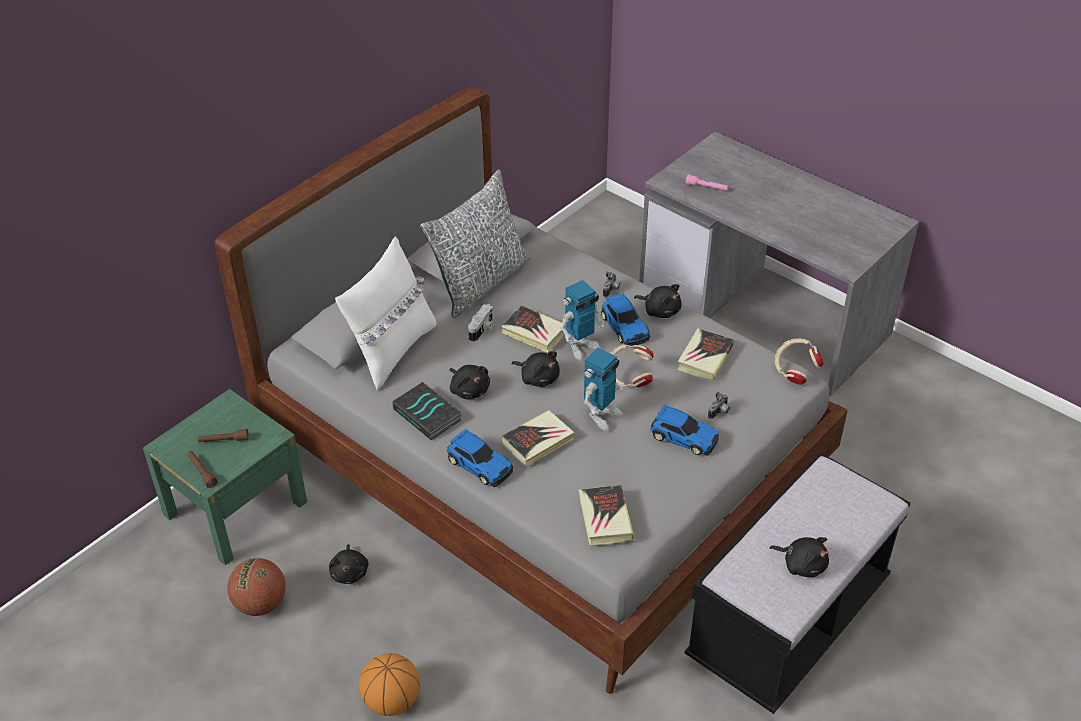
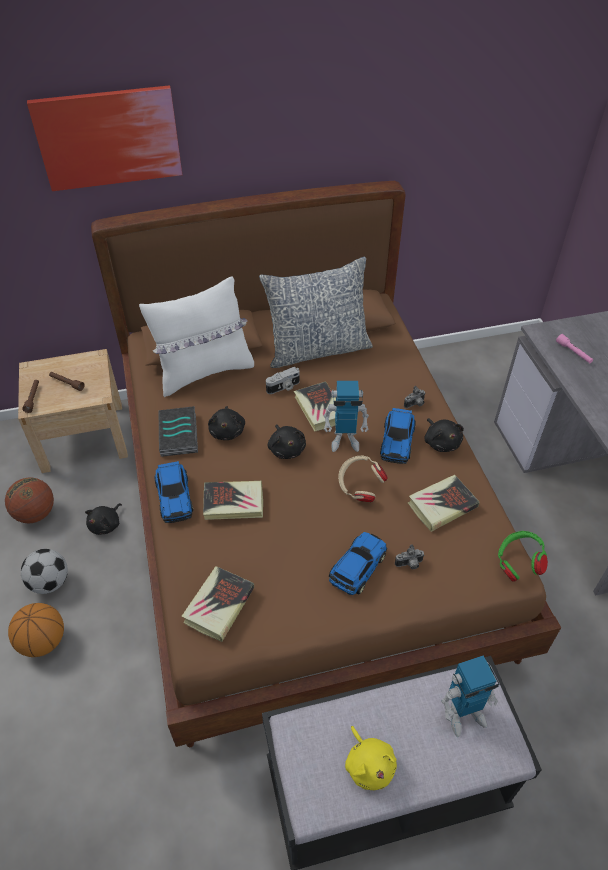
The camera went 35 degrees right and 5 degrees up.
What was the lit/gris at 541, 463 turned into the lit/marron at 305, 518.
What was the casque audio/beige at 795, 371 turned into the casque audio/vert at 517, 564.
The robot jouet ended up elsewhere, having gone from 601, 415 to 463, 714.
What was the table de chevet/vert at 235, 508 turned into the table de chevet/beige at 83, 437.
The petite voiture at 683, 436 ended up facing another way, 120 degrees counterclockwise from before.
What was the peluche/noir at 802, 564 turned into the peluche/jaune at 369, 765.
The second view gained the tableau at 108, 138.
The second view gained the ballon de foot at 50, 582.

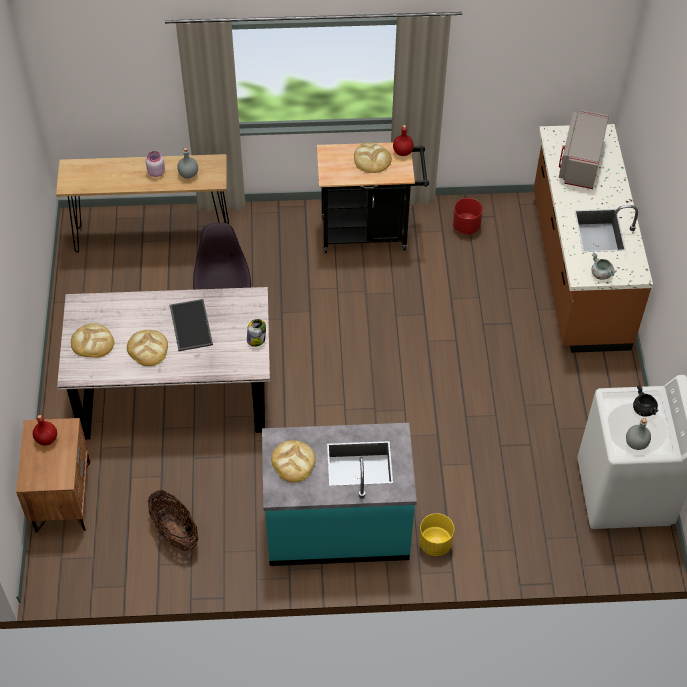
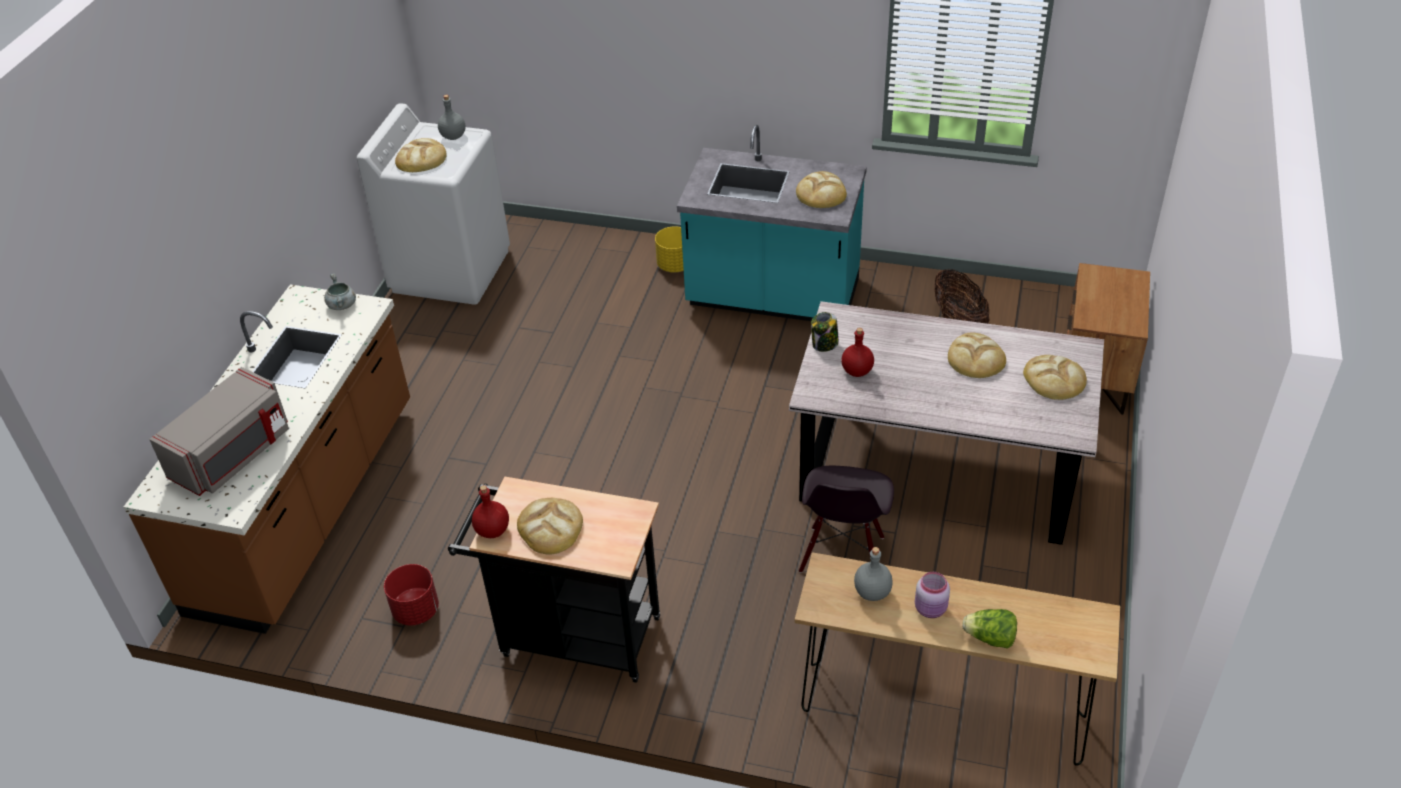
The camera went 160 degrees left and 10 degrees down.
The second view lost the plateau at 190, 325.
Where the marmite/noir stood at 643, 409, the pain came to stand at 421, 159.
The bouteille/rouge ended up elsewhere, having gone from 46, 439 to 857, 371.
The second view gained the laitue at 990, 638.

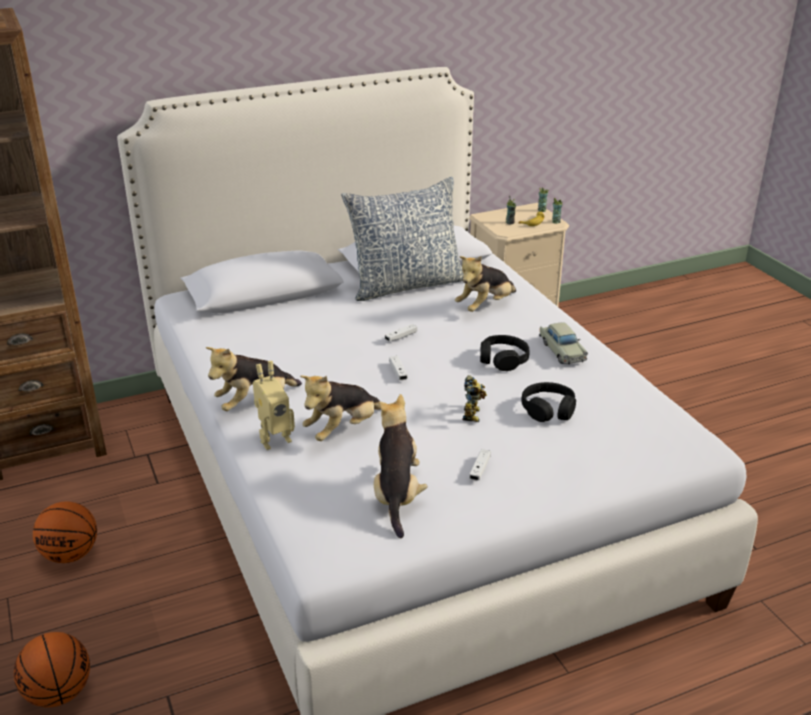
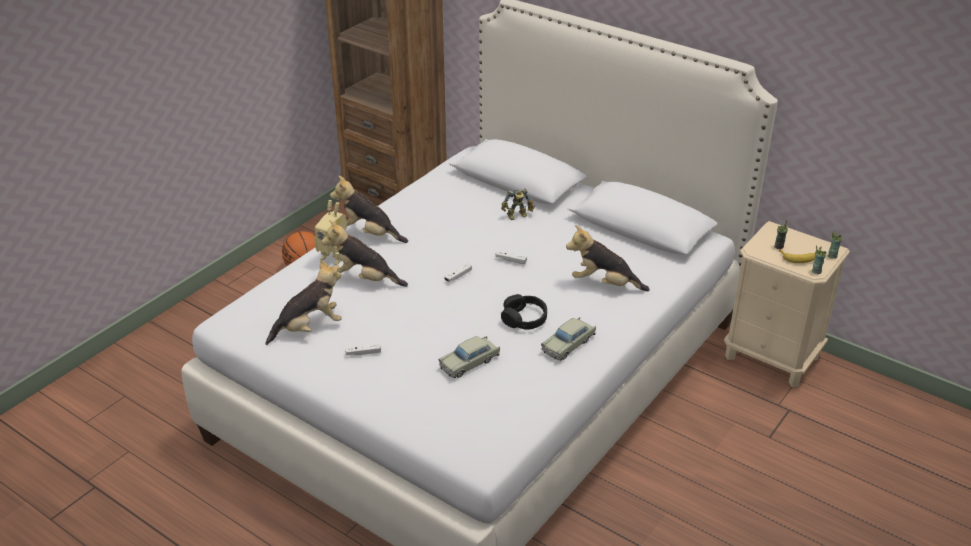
The camera went 60 degrees right and 5 degrees up.
The second view lost the coussin at 406, 285.
The robot jouet ended up elsewhere, having gone from 473, 414 to 518, 216.
Where the casque audio/noir stood at 548, 409, the petite voiture/beige came to stand at 469, 363.
The second view lost the ballon de basket at 58, 693.

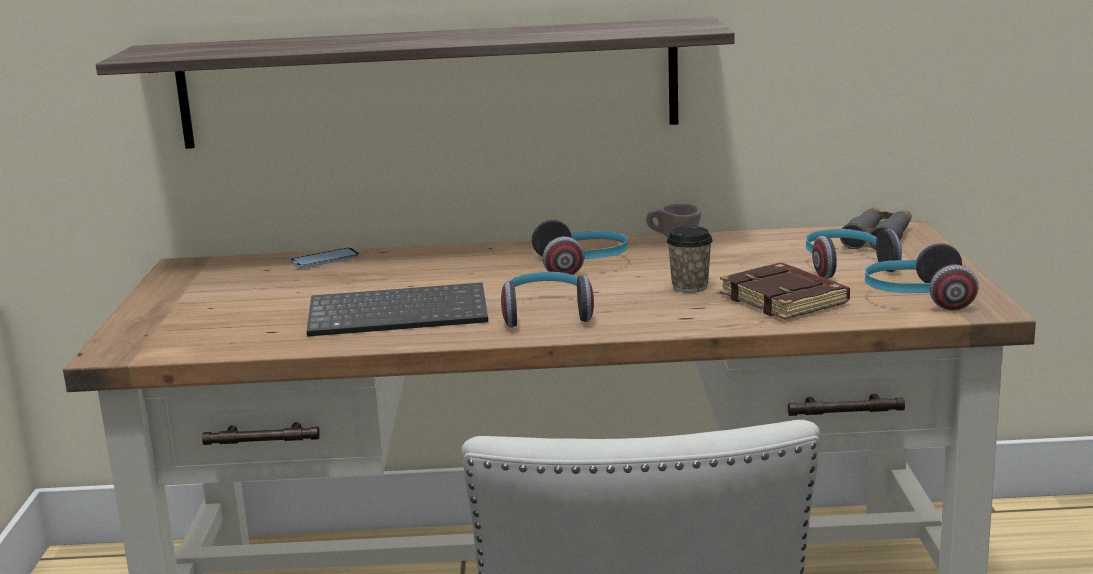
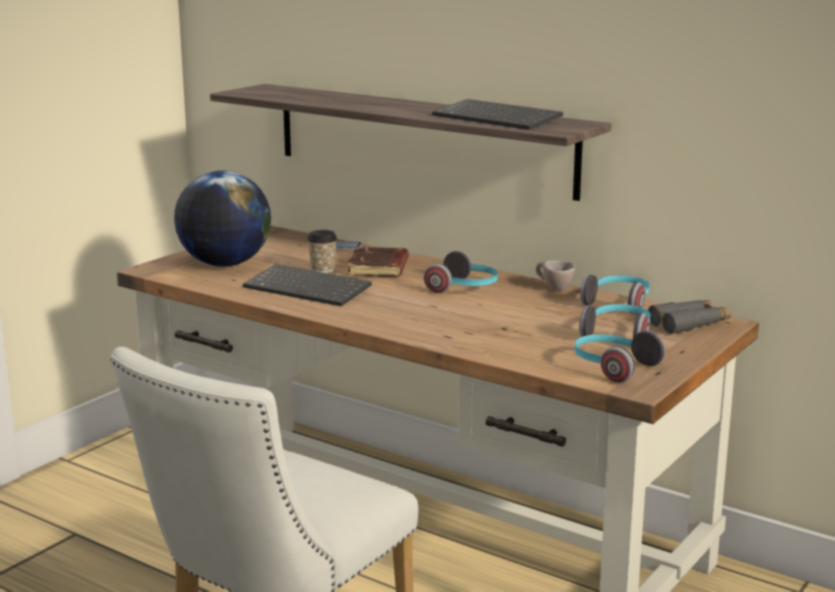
The camera went 35 degrees right and 0 degrees up.
The tasse ended up elsewhere, having gone from 690, 287 to 323, 270.
The livre/marron ended up elsewhere, having gone from 786, 300 to 379, 268.
The casque audio ended up elsewhere, having gone from 546, 313 to 619, 303.
The second view gained the clavier at 499, 118.
The second view gained the globe at 225, 264.

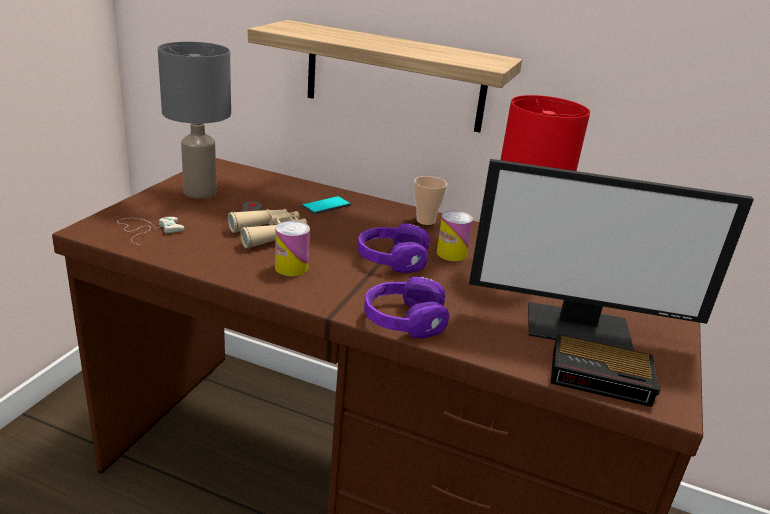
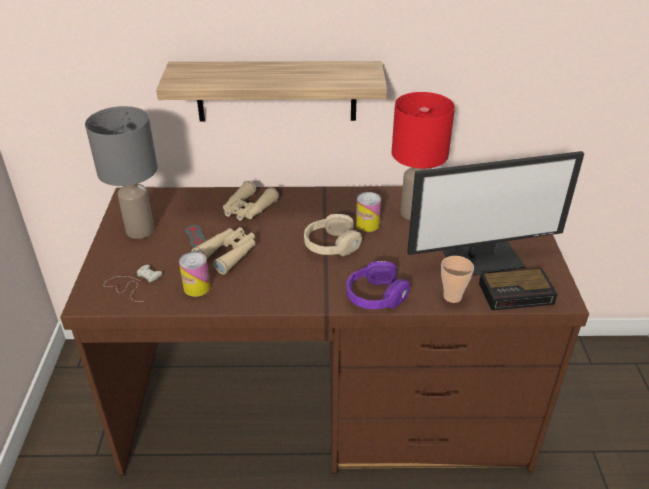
The camera went 20 degrees left and 10 degrees up.
The tasse ended up elsewhere, having gone from 425, 221 to 452, 297.
Where the téléphone stood at 326, 206, the jumelles/beige came to stand at 248, 209.
The boîte métallique ended up elsewhere, having gone from 291, 267 to 197, 287.
What was the casque audio/violet at 391, 259 turned into the casque audio/beige at 331, 245.

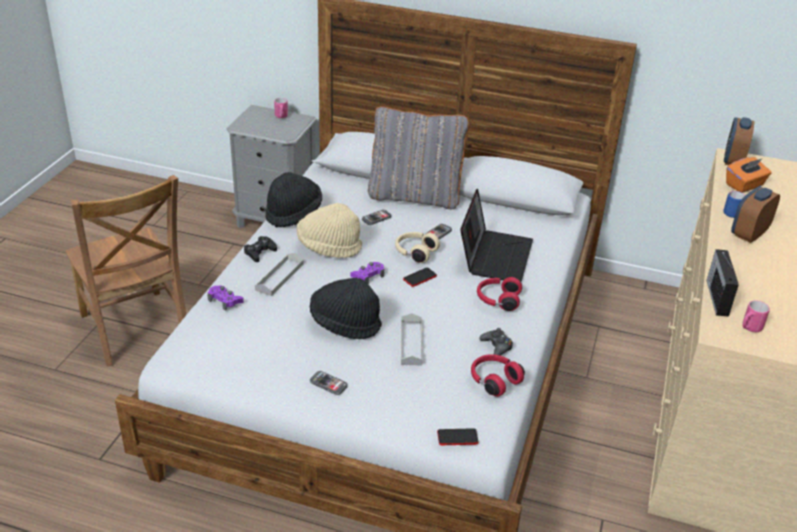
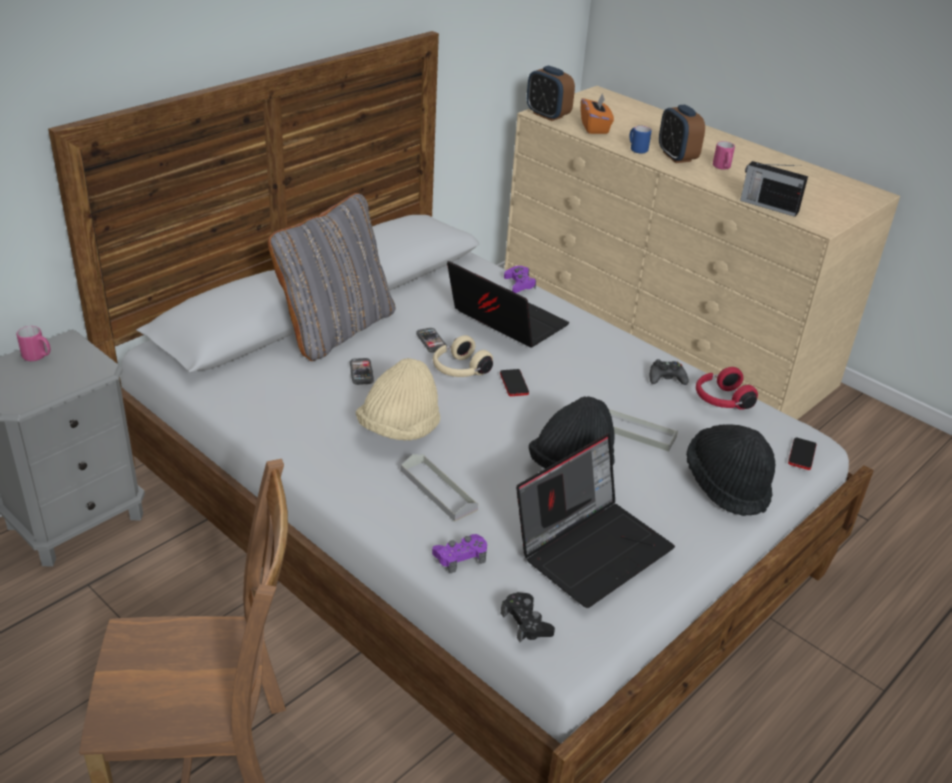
The camera went 65 degrees left and 0 degrees up.
The chapeau/noir ended up elsewhere, having gone from 293, 213 to 727, 485.
The manette/noir ended up elsewhere, having gone from 260, 252 to 526, 622.
The manette/violet ended up elsewhere, having gone from 368, 276 to 519, 284.
The second view lost the casque audio/rouge at 497, 300.
The mug/rose ended up elsewhere, having gone from 749, 328 to 722, 168.
The second view lost the téléphone at 328, 384.
The second view gained the ordinateur portable at 592, 547.

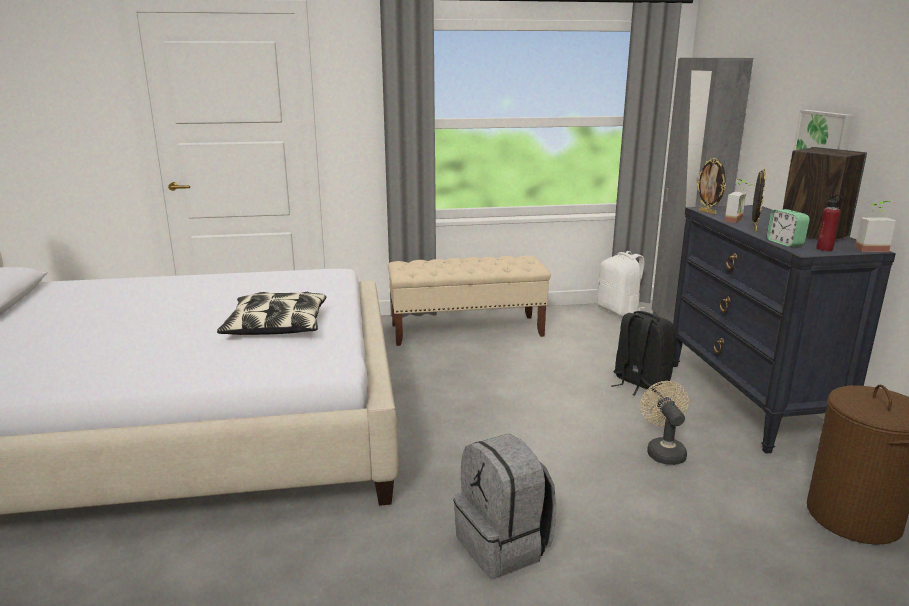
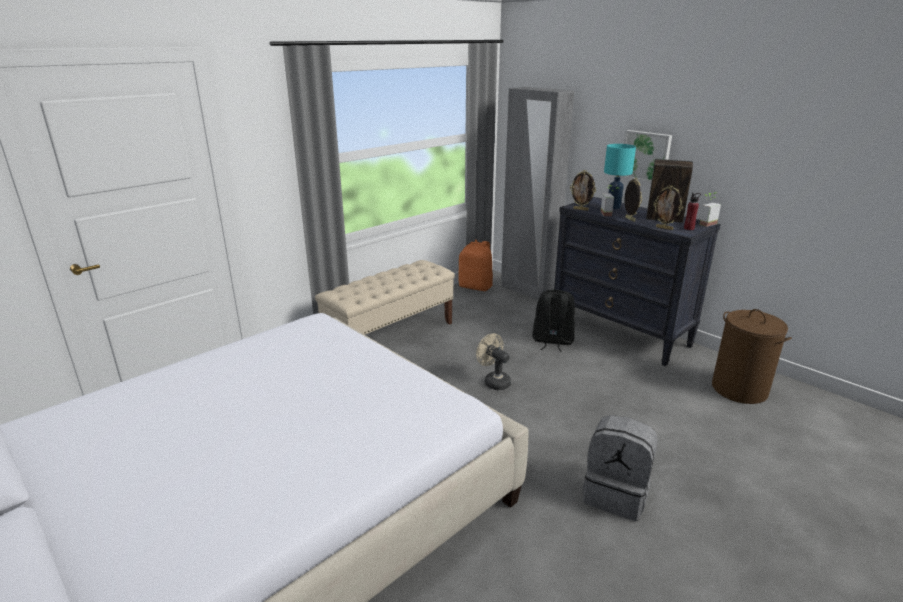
The camera went 35 degrees left and 5 degrees up.
Where the réveil stood at 785, 243, the cadre photo came to stand at 664, 228.
What was the sac à dos/blanc at 619, 311 turned into the sac à dos/orange at 476, 287.
The second view lost the coussin at 276, 326.
The ventilateur/beige ended up elsewhere, having gone from 663, 451 to 494, 381.
The second view gained the lampe de table/turquoise at 614, 207.

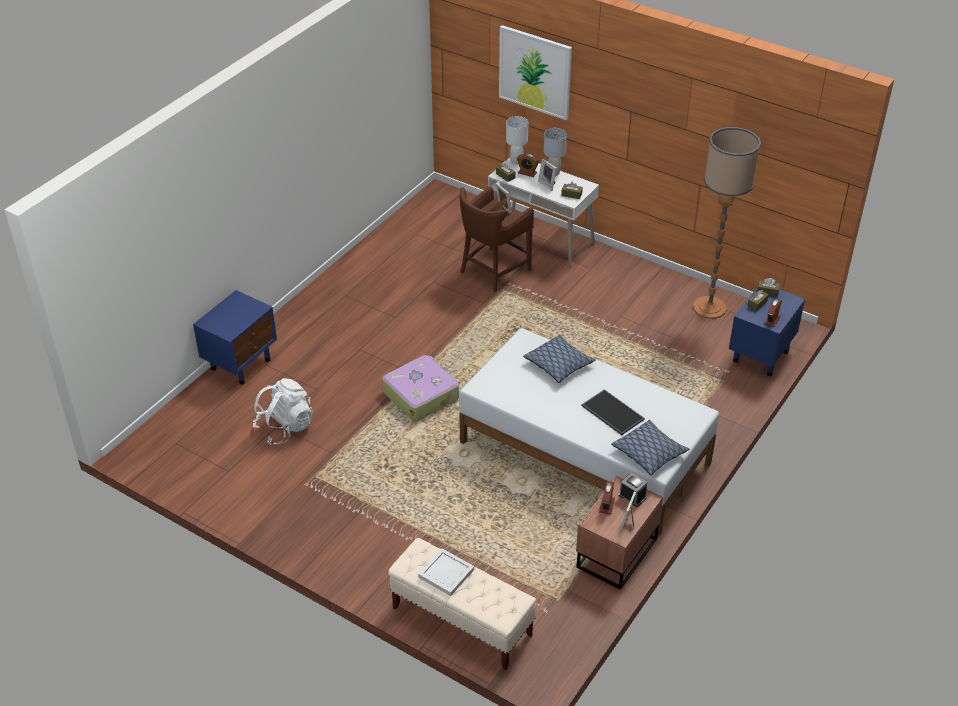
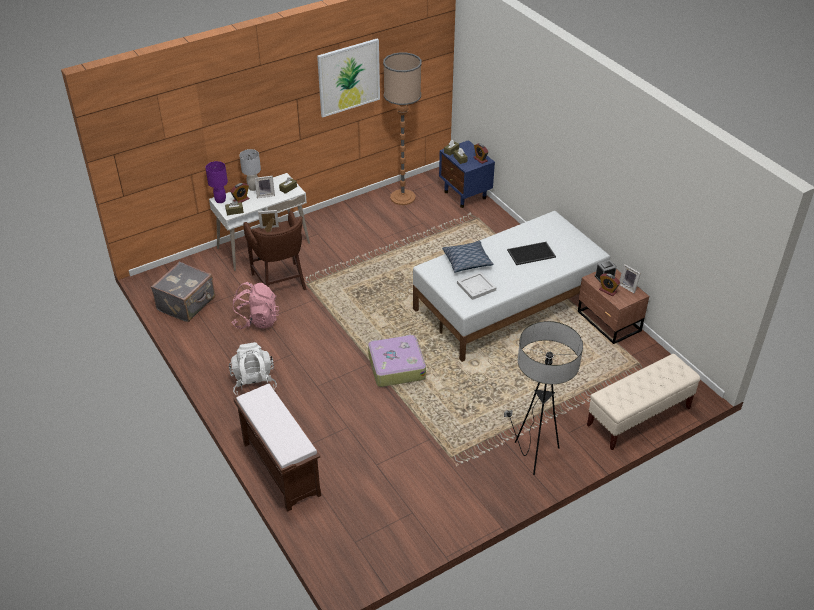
The camera went 65 degrees left and 0 degrees up.
The tableau ended up elsewhere, having gone from 535, 72 to 348, 77.
What was the lampe de table/blanc at 516, 161 turned into the lampe de table/violet at 220, 200.
Where the table de chevet/bleu stood at 241, 364, the banc/marron came to stand at 280, 468.
The sac à dos/blanc ended up elsewhere, having gone from 285, 428 to 254, 384.
The second view lost the coussin at 649, 453.
The plateau/blanc ended up elsewhere, having gone from 446, 574 to 477, 287.
The second view gained the valise/gris at 187, 304.
The second view gained the sac à dos/rose at 256, 320.
The second view gained the lampadaire at 534, 455.

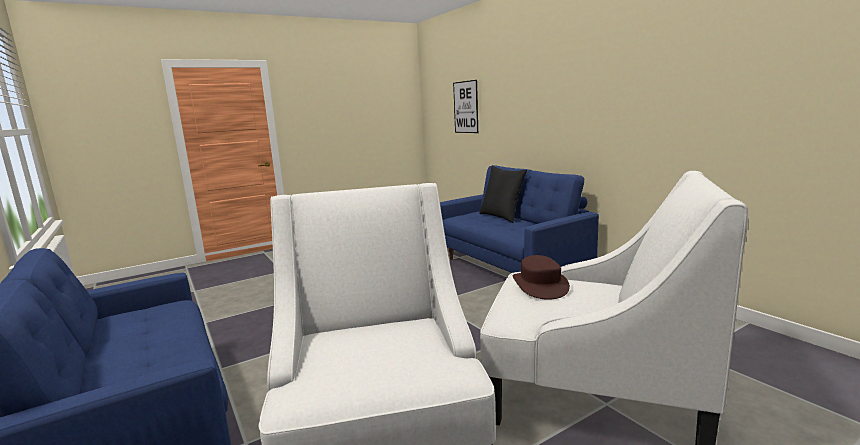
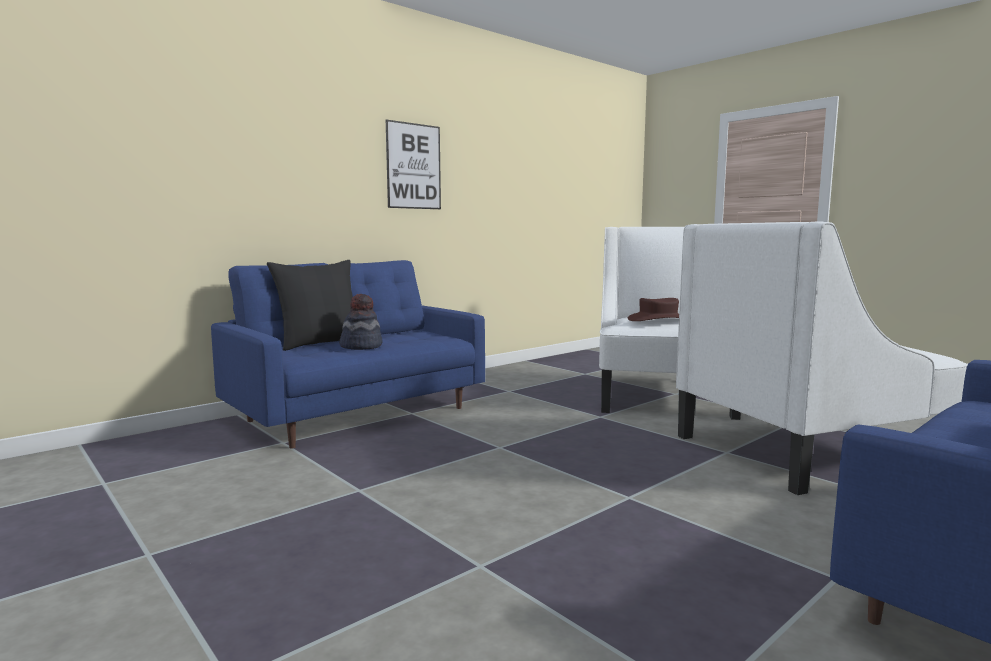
The camera went 100 degrees left and 5 degrees down.
The tableau ended up elsewhere, having gone from 466, 107 to 413, 166.
The second view gained the chapeau at 361, 346.

